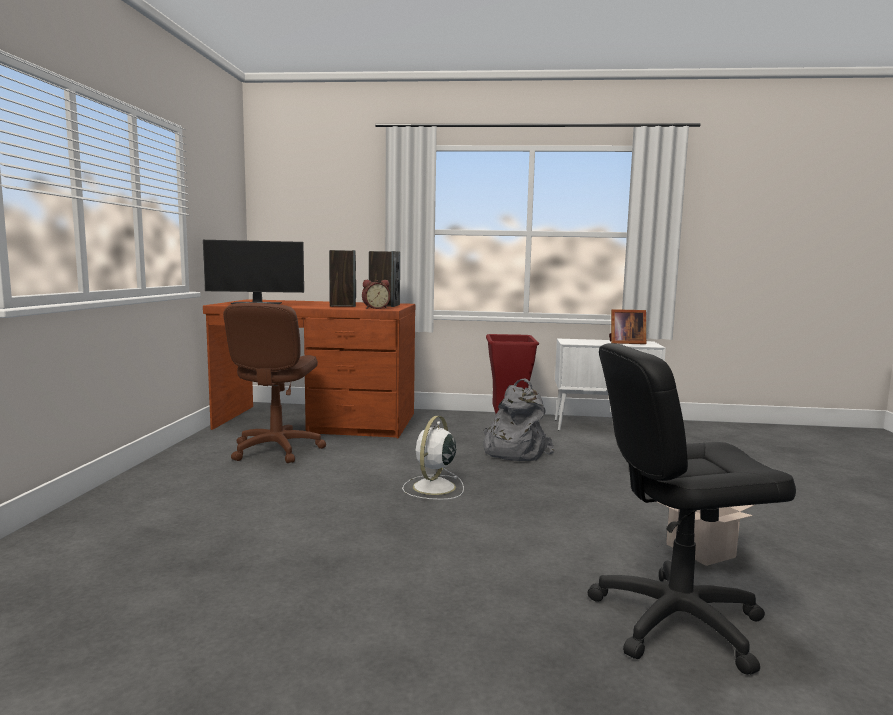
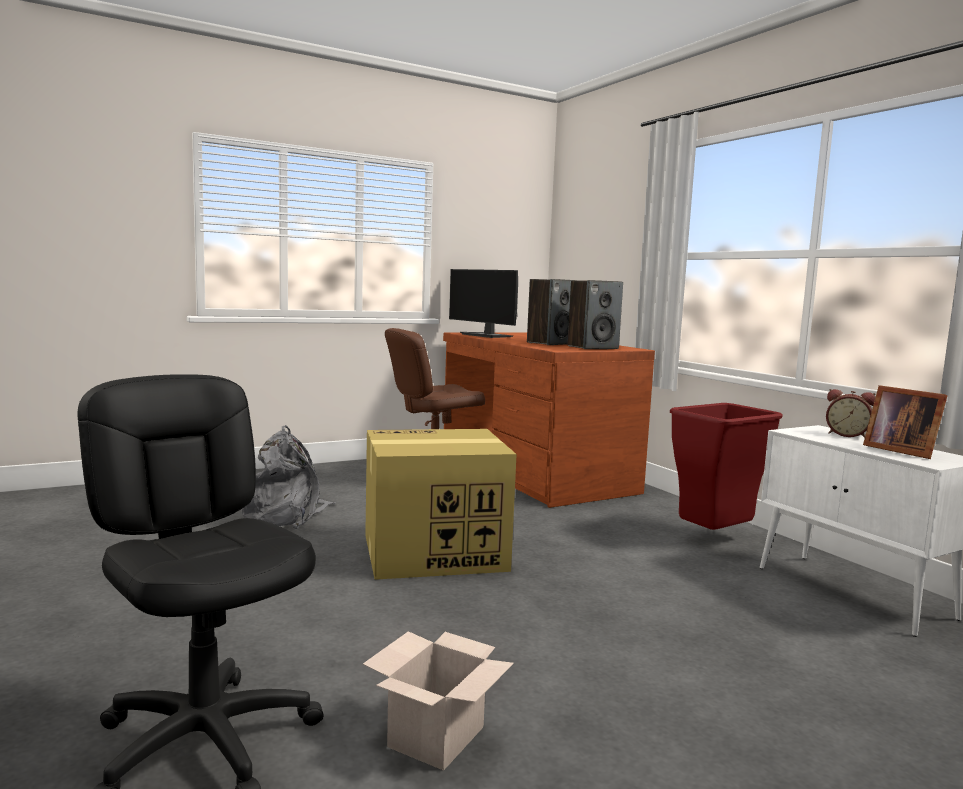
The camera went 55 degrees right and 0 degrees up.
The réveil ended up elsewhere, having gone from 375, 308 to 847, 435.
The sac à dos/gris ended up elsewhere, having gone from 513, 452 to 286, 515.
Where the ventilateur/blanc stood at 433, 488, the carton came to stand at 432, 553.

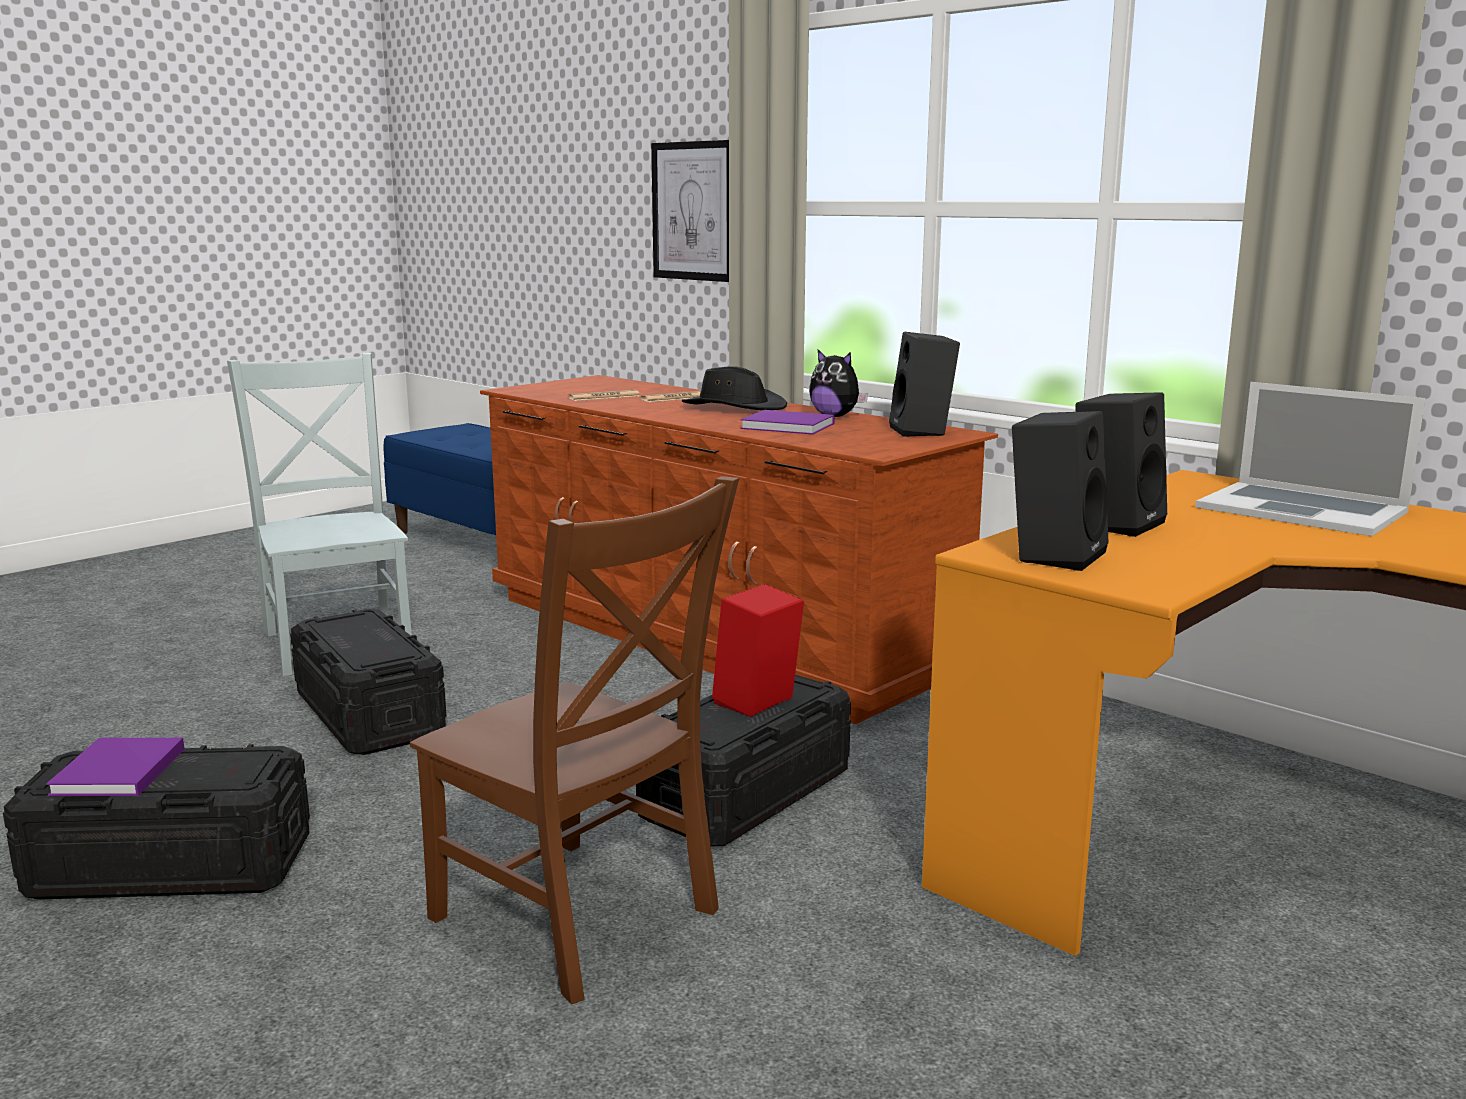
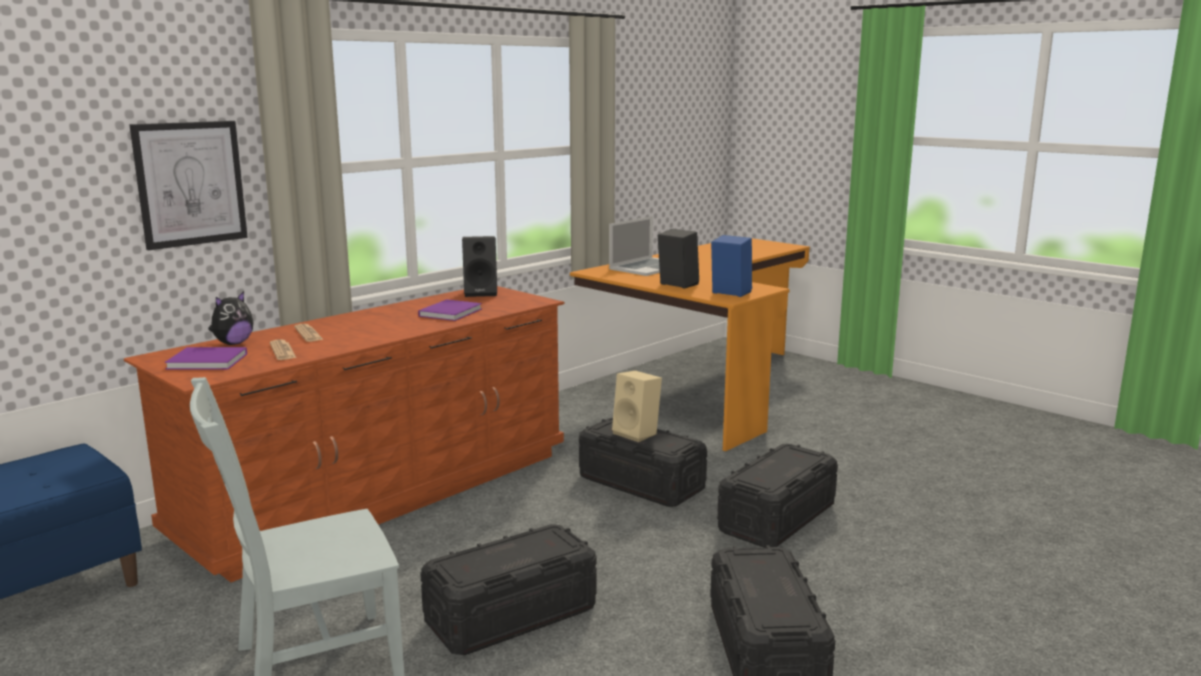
The camera went 90 degrees left and 0 degrees up.
The peluche ended up elsewhere, having gone from 835, 416 to 233, 343.
The second view lost the chapeau/noir at 734, 407.
What was the enceinte/noir at 1054, 555 turned into the enceinte/bleu at 729, 293.
Where the chaise/marron stood at 581, 920, the boîte de rangement/noir came to stand at 777, 518.
What was the enceinte/rouge at 757, 704 turned into the enceinte/beige at 638, 433.
The livre/violet ended up elsewhere, having gone from 117, 773 to 209, 361.

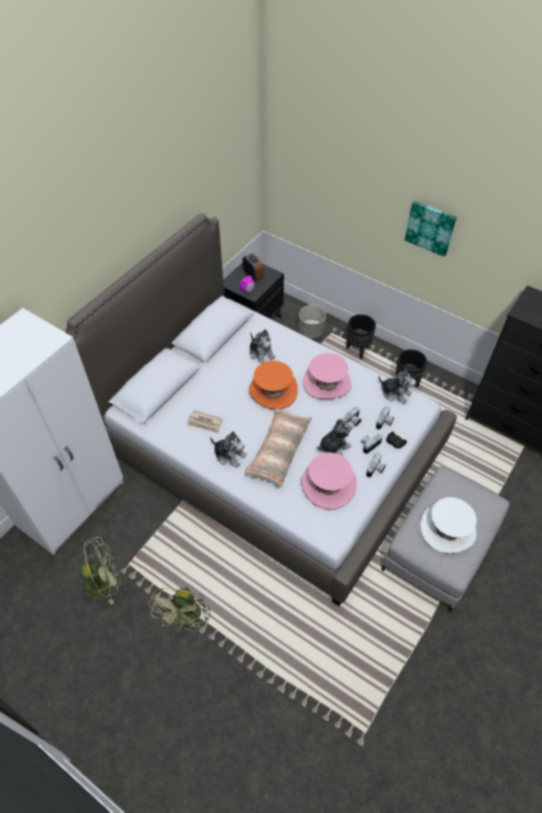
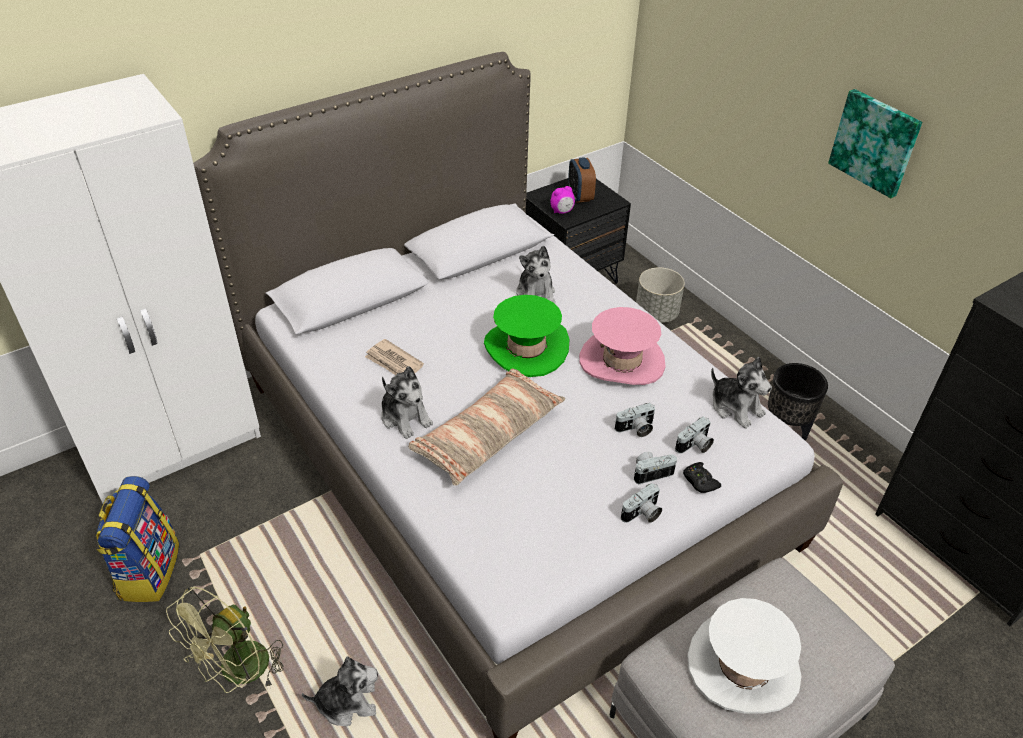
The camera went 20 degrees right and 10 degrees down.
The second view lost the cache-pot/noir at 357, 350.
What was the chapeau/orange at 273, 391 turned into the chapeau/vert at 526, 348.
The peluche ended up elsewhere, having gone from 334, 446 to 347, 702.
The second view lost the chapeau/rose at 328, 485.
Where the ventilateur/vert stood at 104, 583, the sac à dos came to stand at 148, 571.

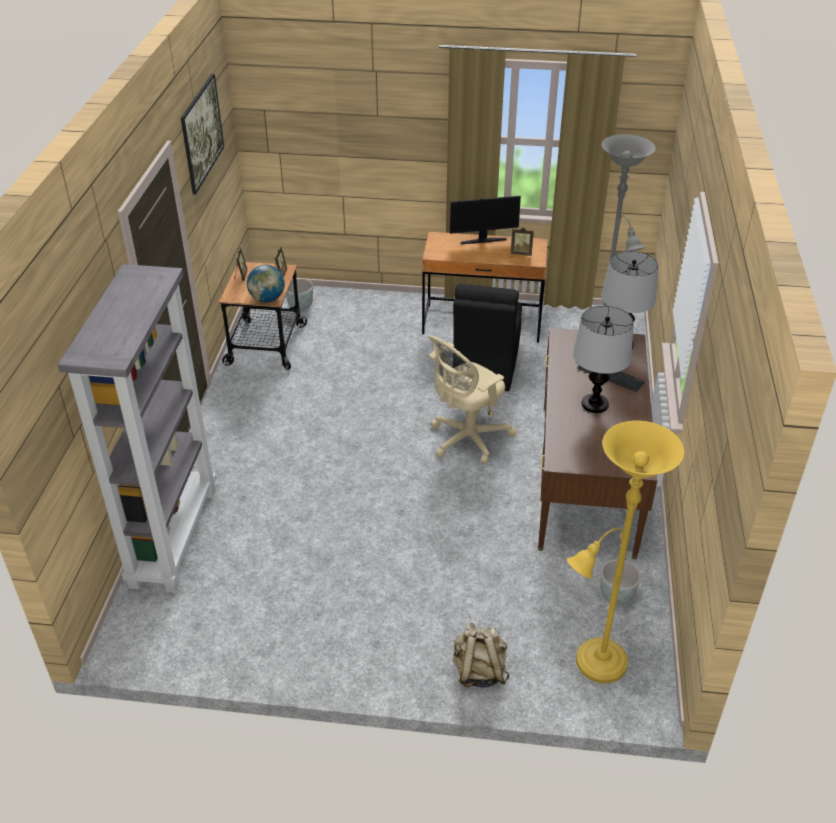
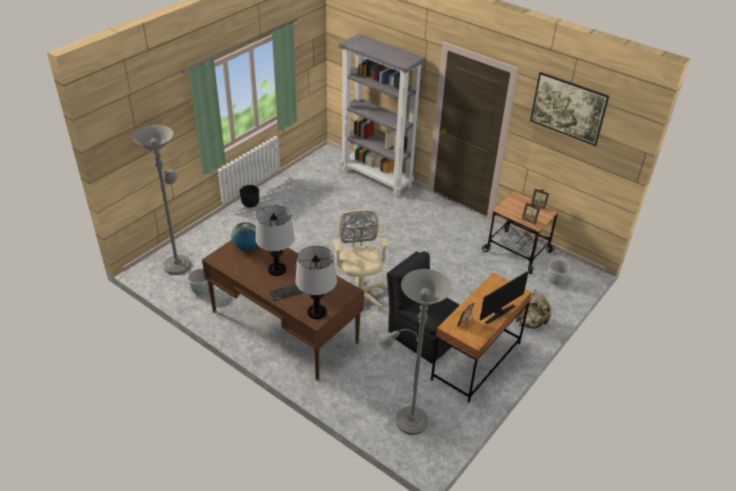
The camera went 120 degrees right and 0 degrees up.
The écran d'ordinateur at 483, 240 ended up facing another way, 150 degrees counterclockwise from before.
The globe ended up elsewhere, having gone from 267, 299 to 246, 247.
What was the lampadaire/jaune at 595, 665 turned into the lampadaire/gris at 178, 263.
The sac à dos/beige ended up elsewhere, having gone from 479, 671 to 531, 322.
The second view gained the cache-pot/noir at 250, 204.

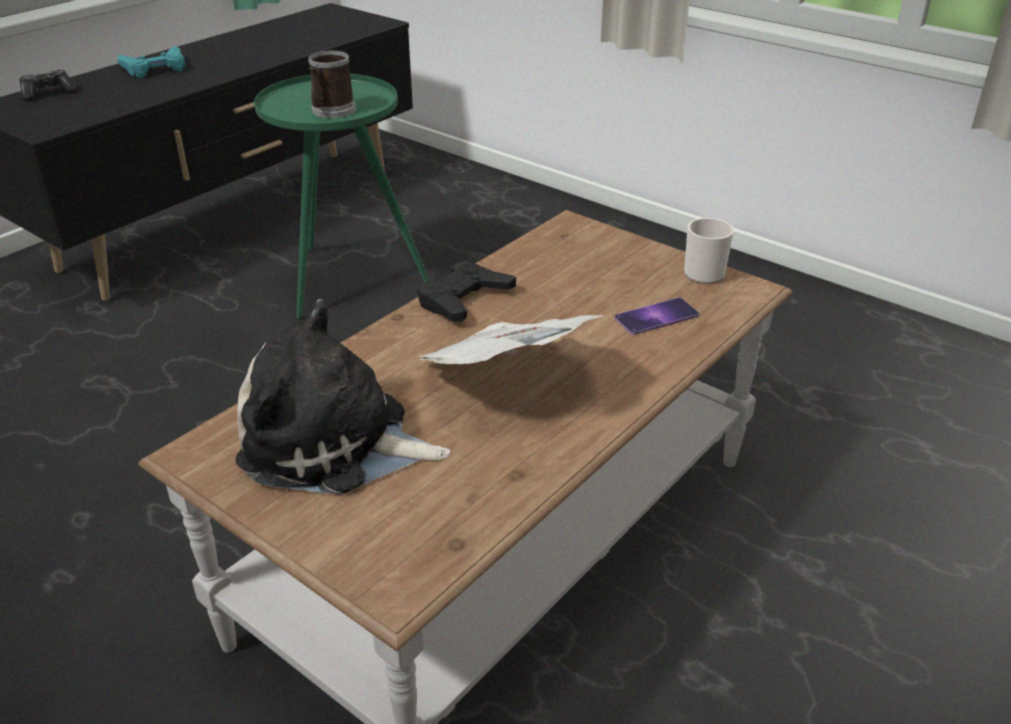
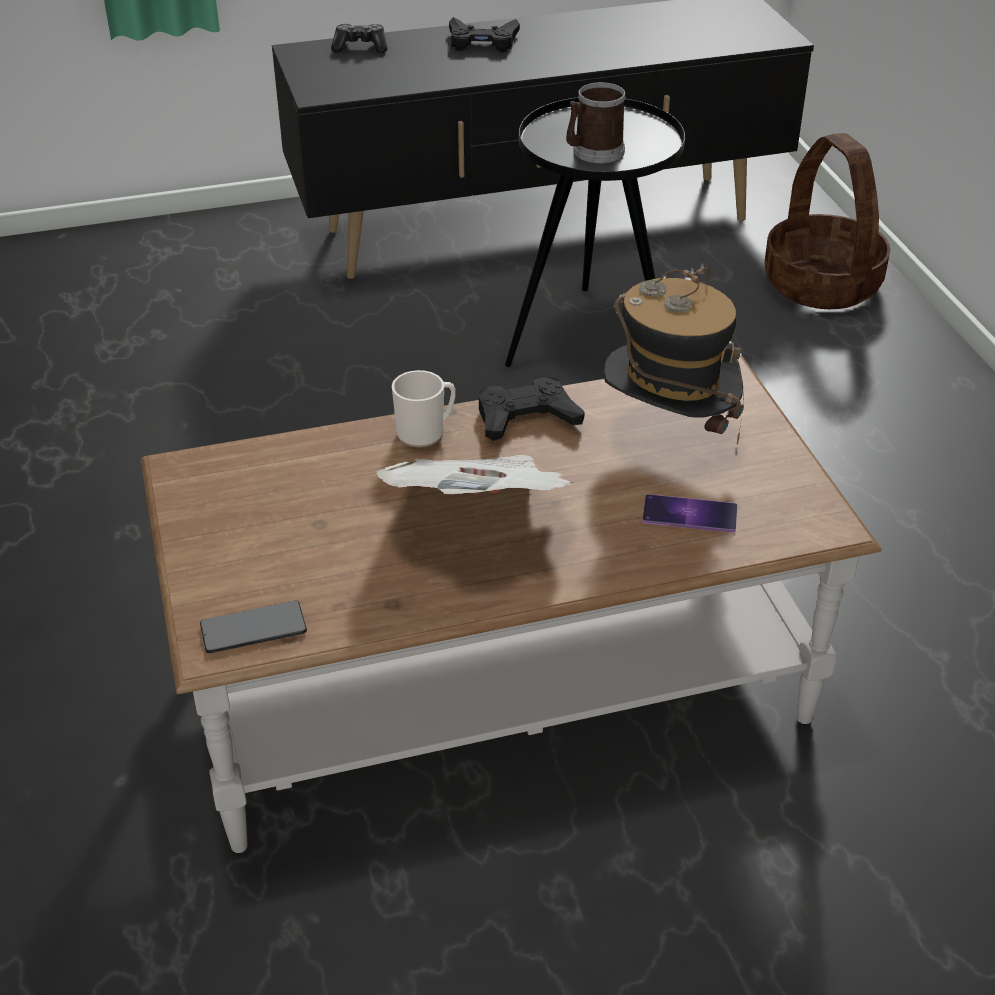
The camera went 35 degrees right and 5 degrees up.
What was the manette/turquoise at 155, 68 turned into the manette/noir at 482, 42.
What was the table d'appoint/vert at 346, 278 turned into the table d'appoint/noir at 591, 339.
The mug ended up elsewhere, having gone from 707, 272 to 425, 432.
The second view lost the peluche at 334, 444.
The second view gained the panier at 820, 283.
The second view gained the chapeau at 667, 435.
The second view gained the téléphone at 253, 628.

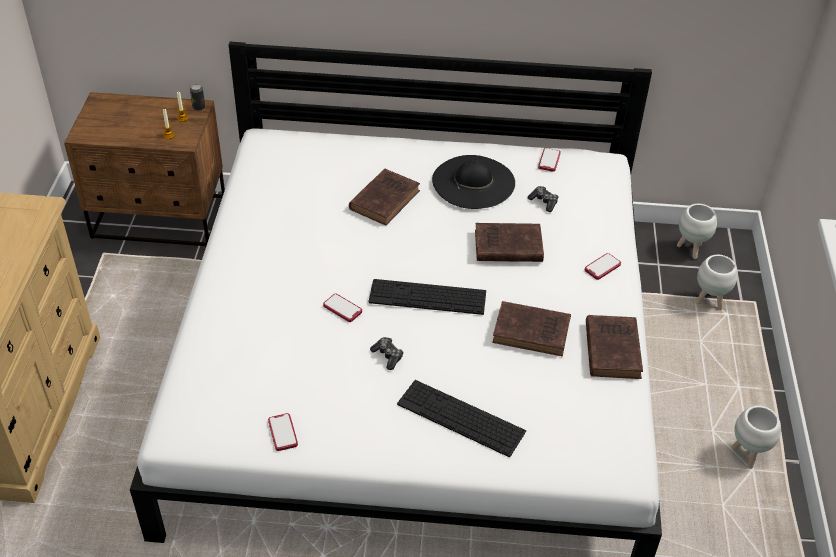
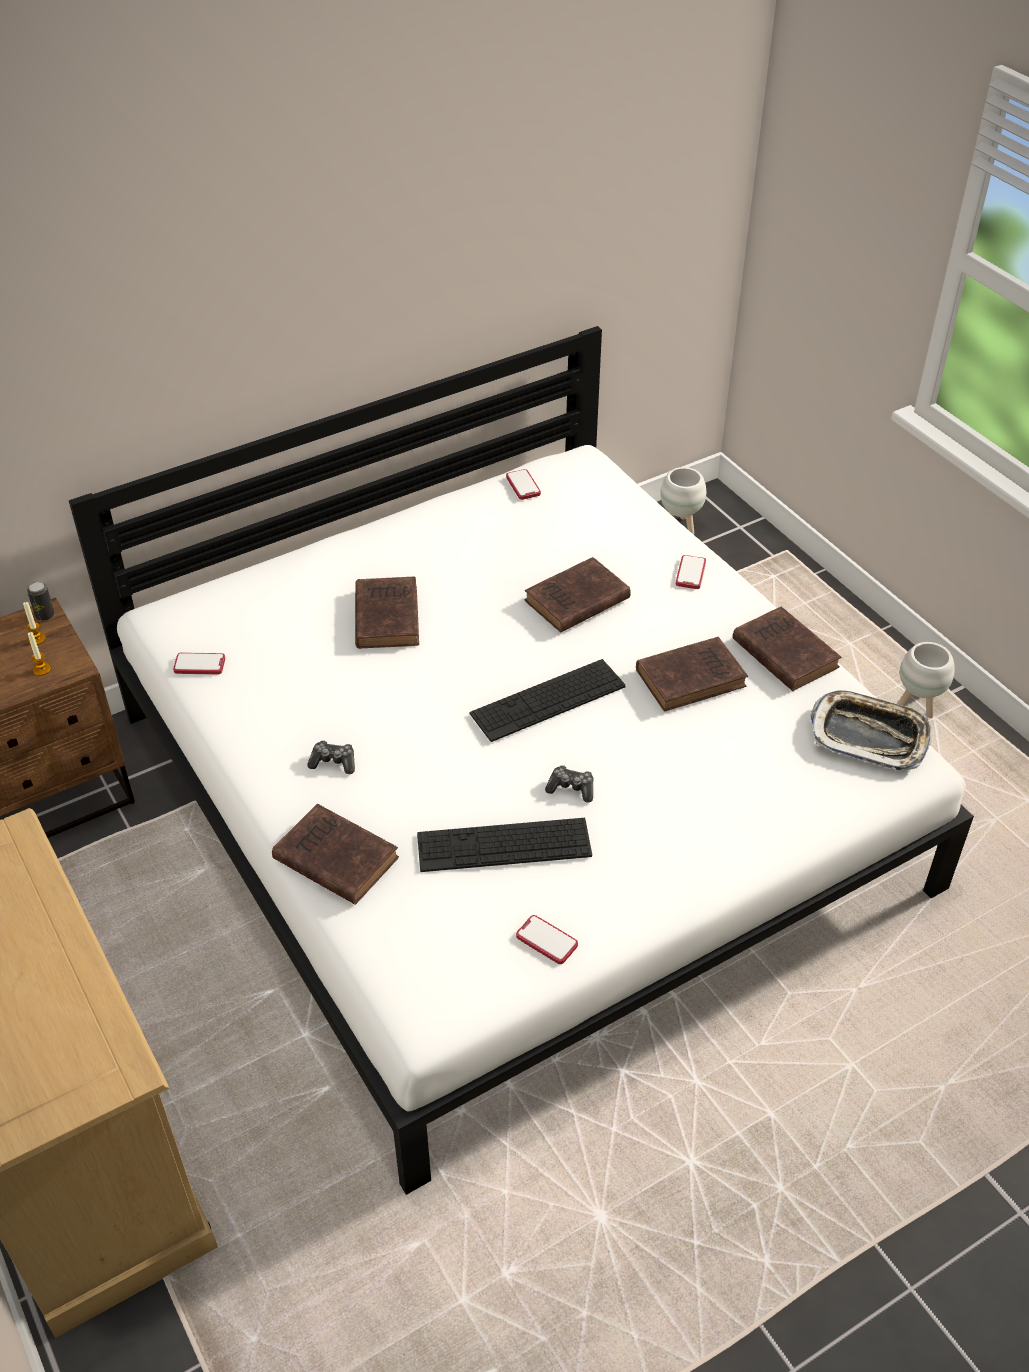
The camera went 35 degrees left and 0 degrees up.
The second view lost the chapeau/noir at 473, 182.
The manette ended up elsewhere, having gone from 544, 202 to 333, 762.
The second view lost the cache-pot/blanc at 709, 302.
The téléphone ended up elsewhere, having gone from 342, 308 to 199, 665.
The clavier ended up elsewhere, having gone from 461, 418 to 504, 845.
The second view gained the plateau at 869, 736.
The second view gained the livre/marron at 333, 857.

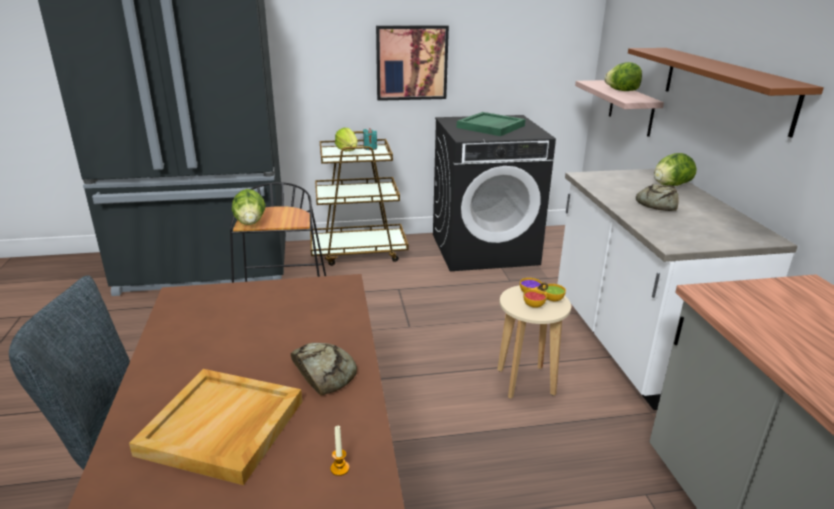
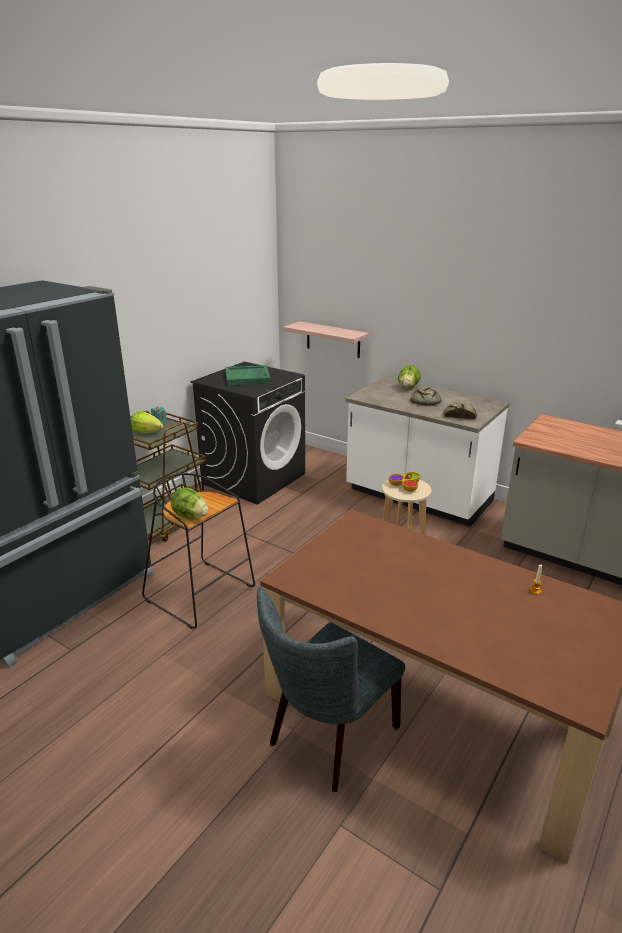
The camera went 45 degrees left and 0 degrees up.
The second view lost the tableau at 411, 62.
The second view lost the étagère/marron at 725, 87.
The second view lost the laitue at 622, 91.
The pain ended up elsewhere, having gone from 323, 372 to 459, 415.
The second view lost the plateau/beige at 222, 428.

